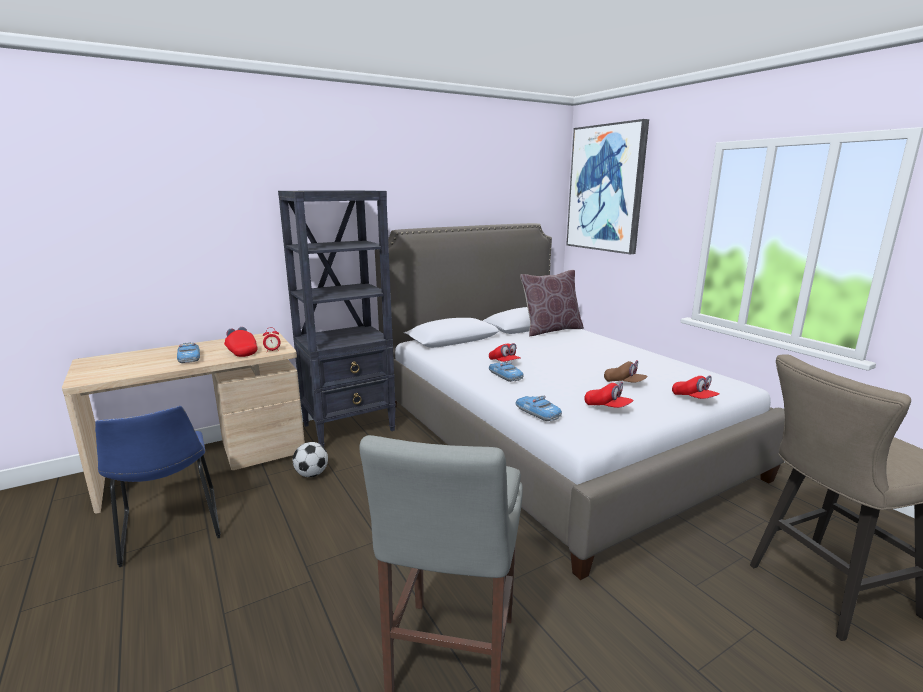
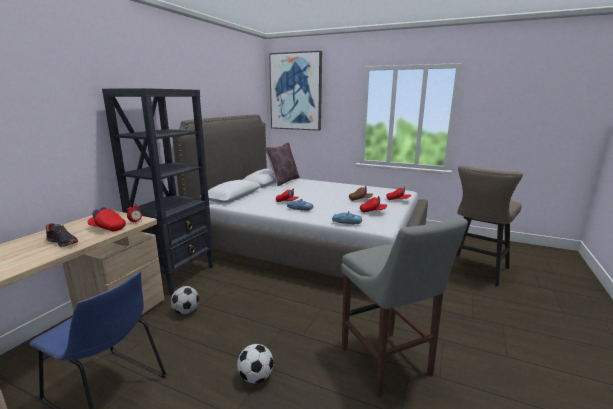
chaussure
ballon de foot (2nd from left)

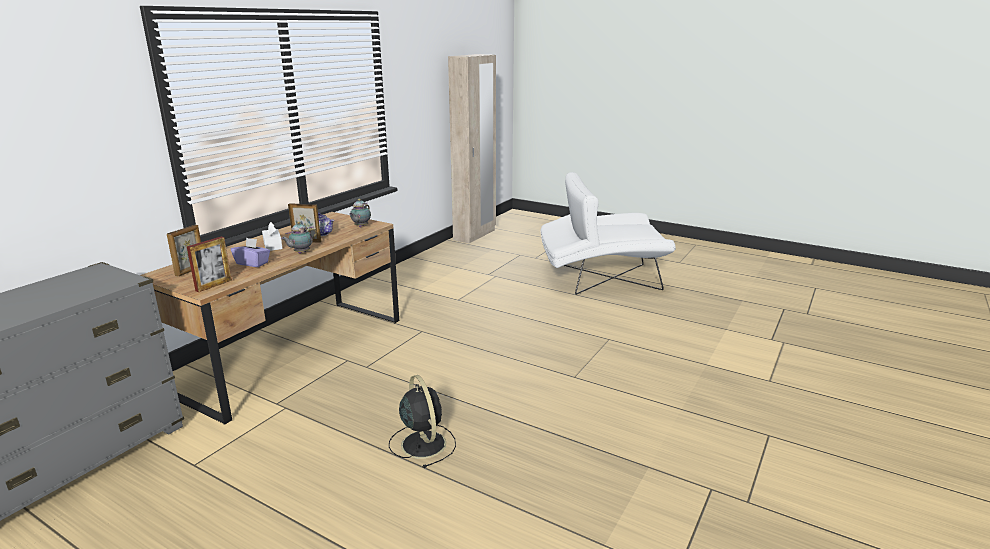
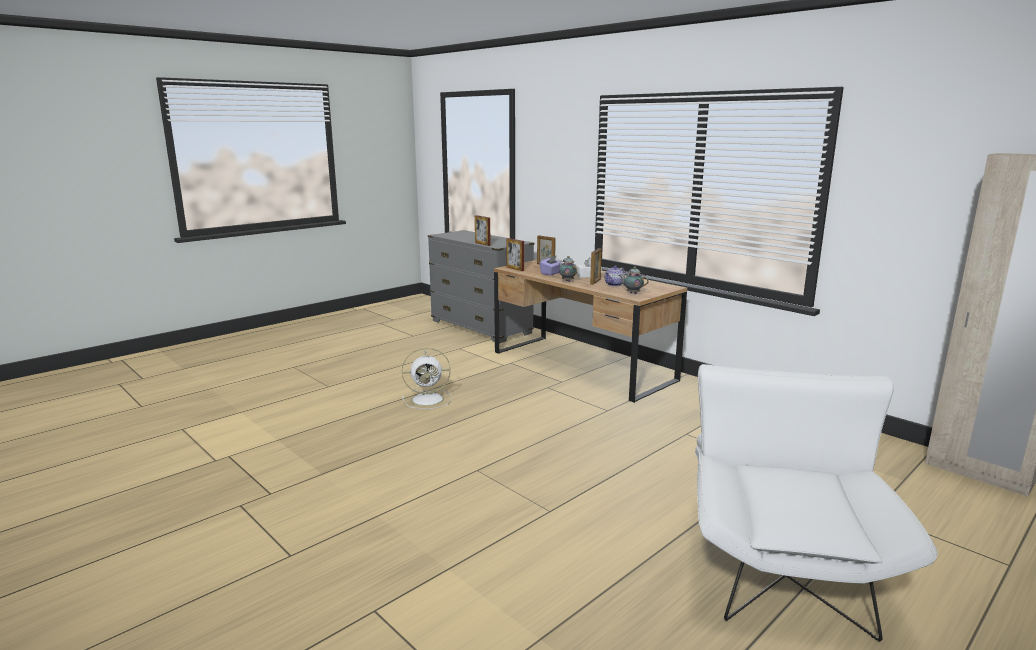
ventilateur/blanc
cadre photo (1st from left)

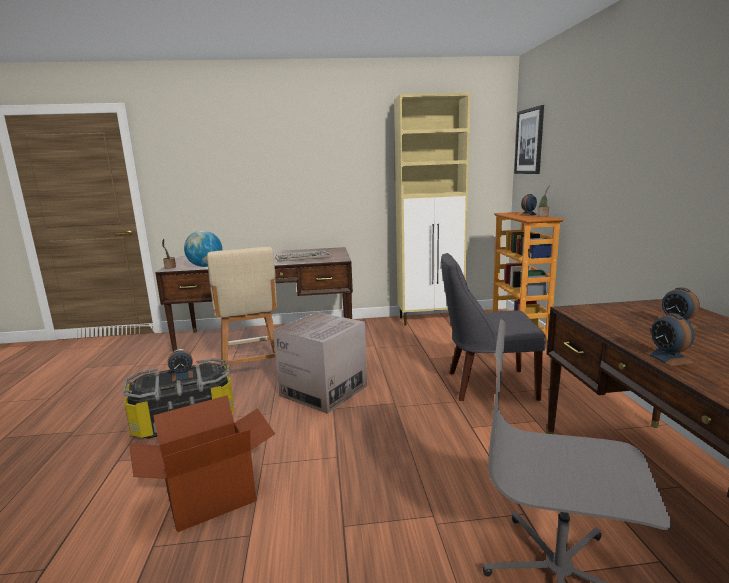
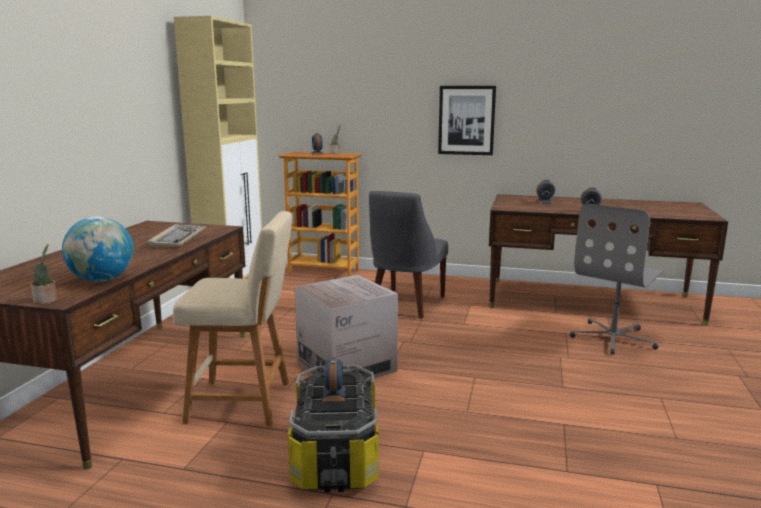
tableau
carton (1st from left in the first image)

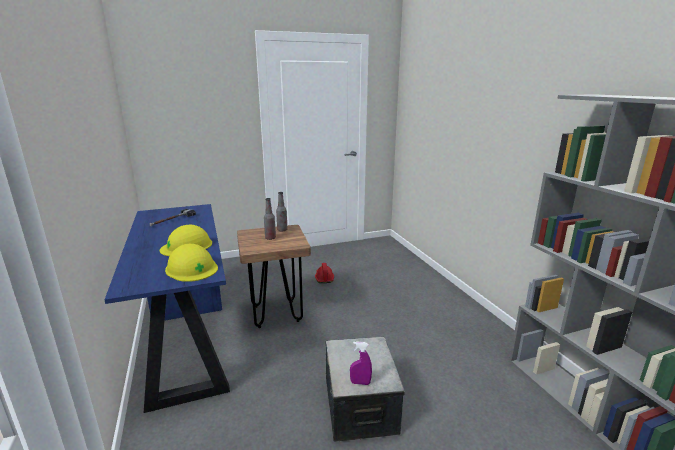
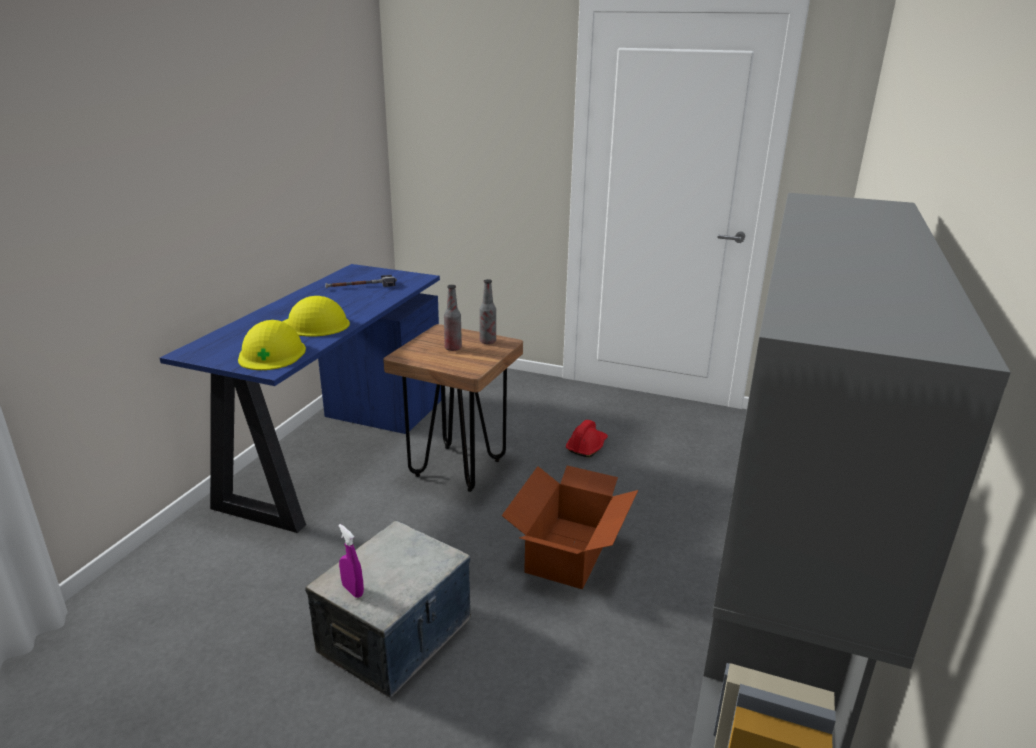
carton

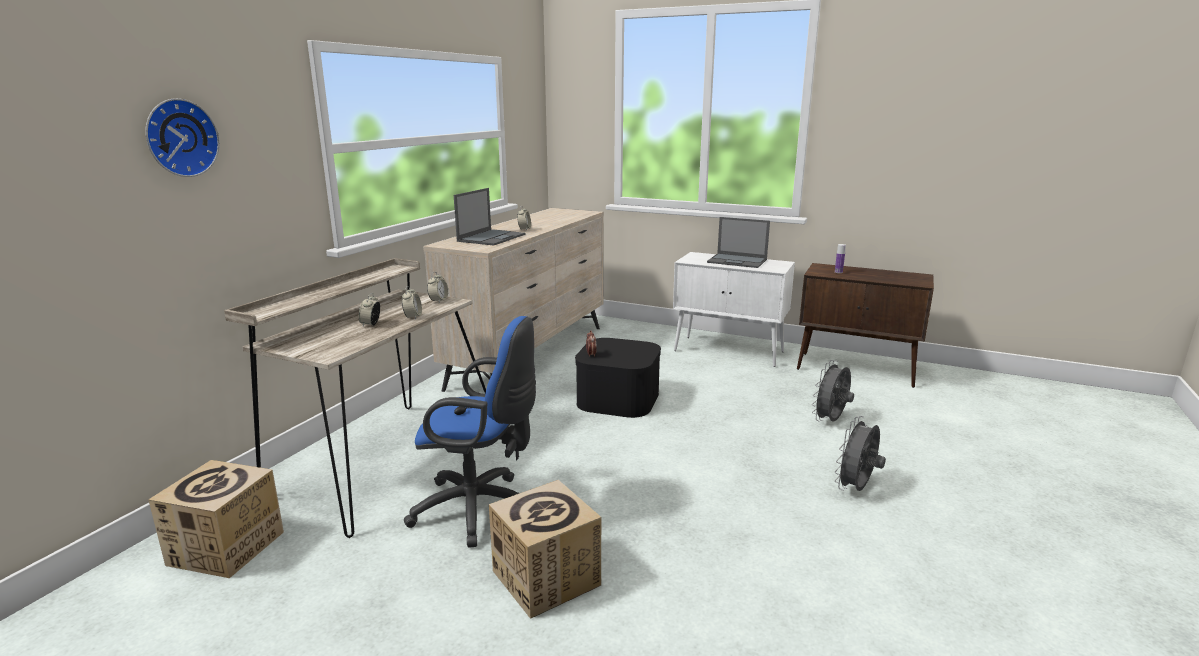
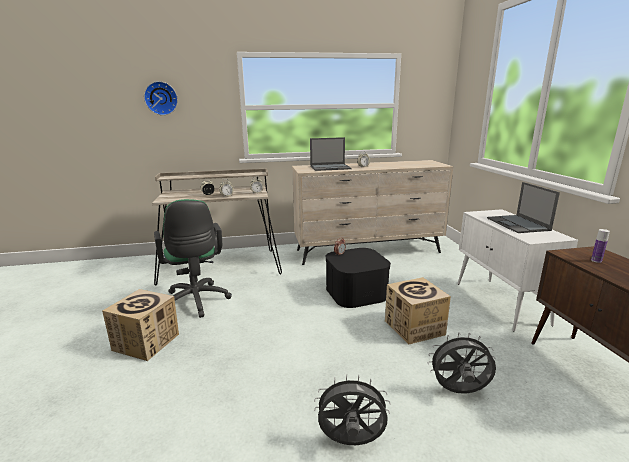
chaise de bureau/vert
carton (2nd from left)

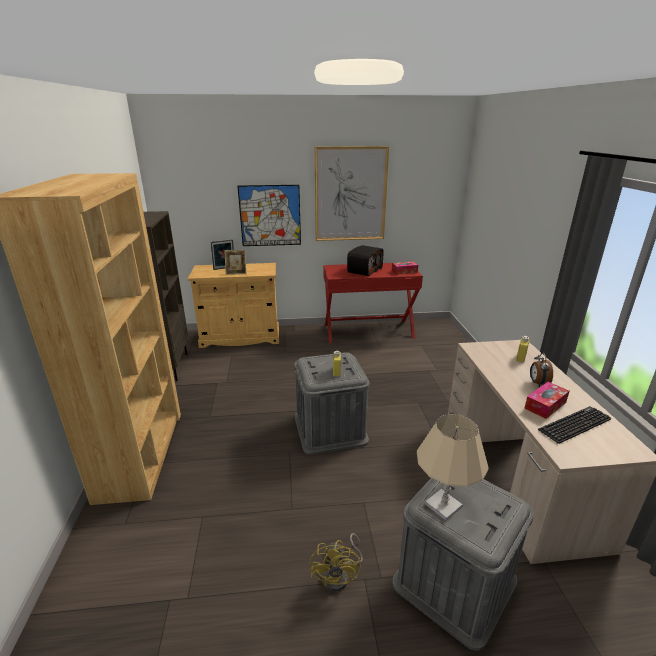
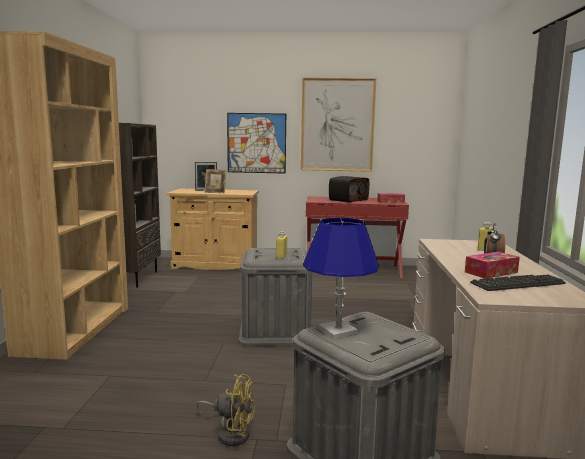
ventilateur/jaune
lampe de table/bleu

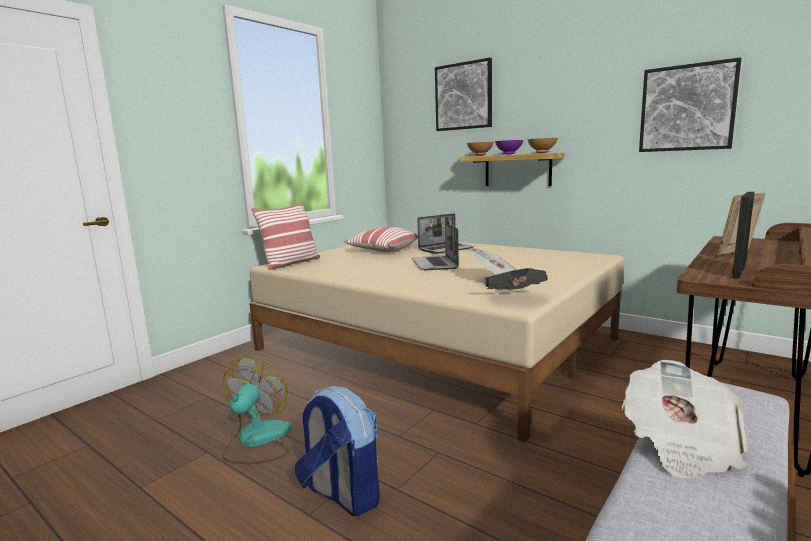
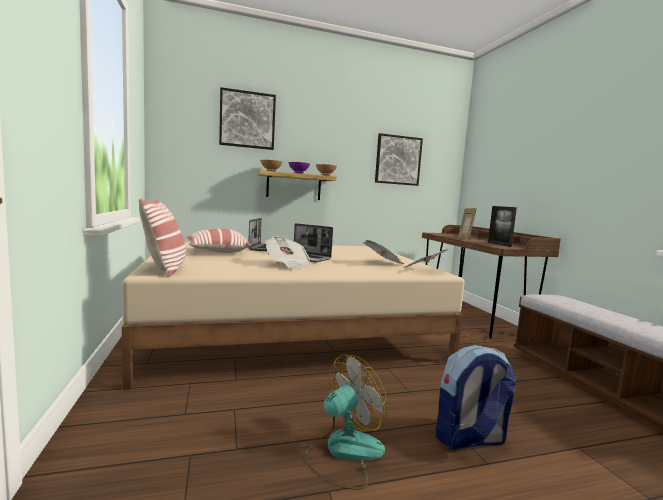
journal (1st from left)
ventilateur

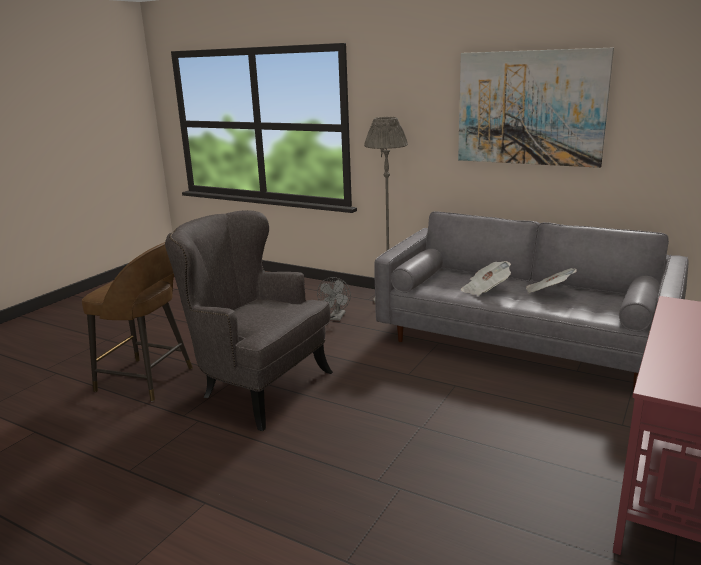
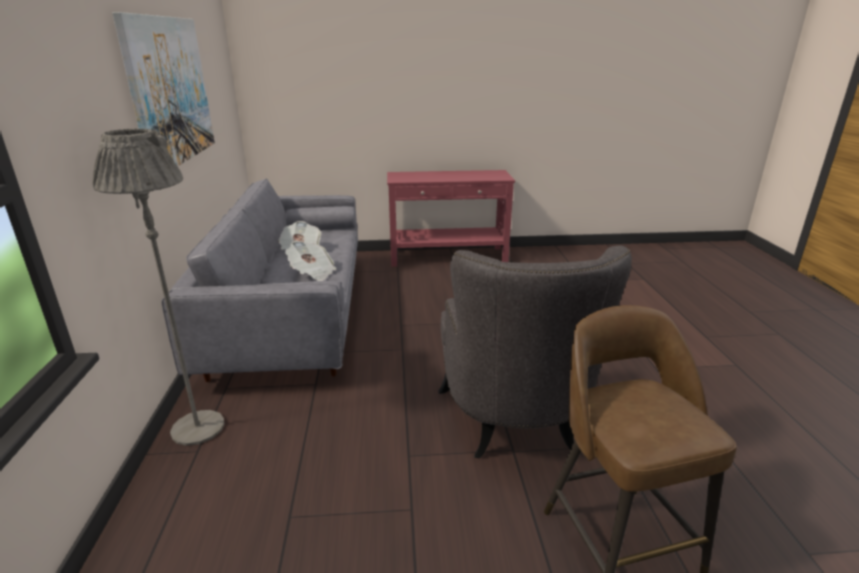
ventilateur/gris

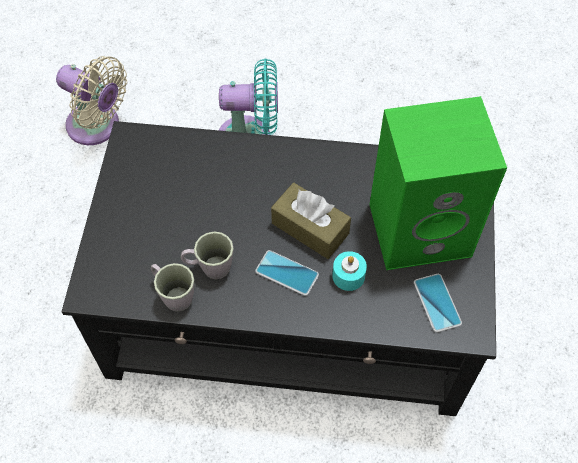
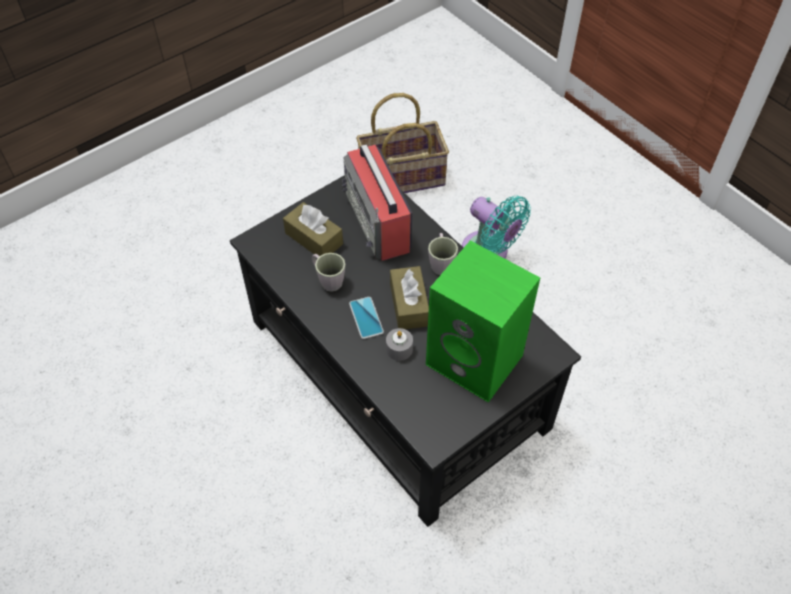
boîte à mouchoirs/marron (1st from left)
radio
panier
bougie/gris
mug/gris (2nd from left)
téléphone (2nd from left in the first image)

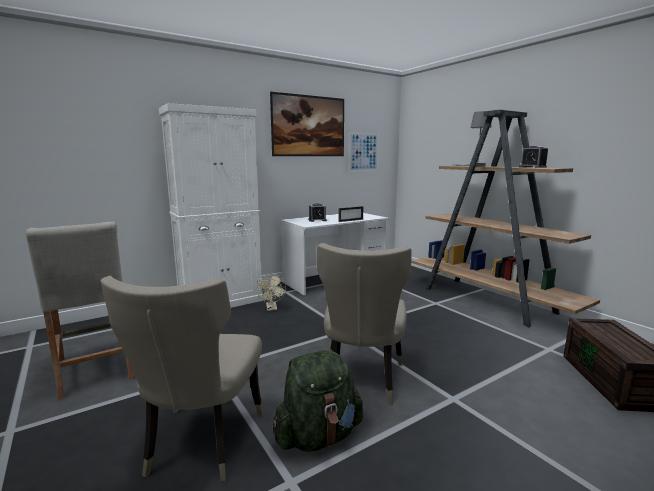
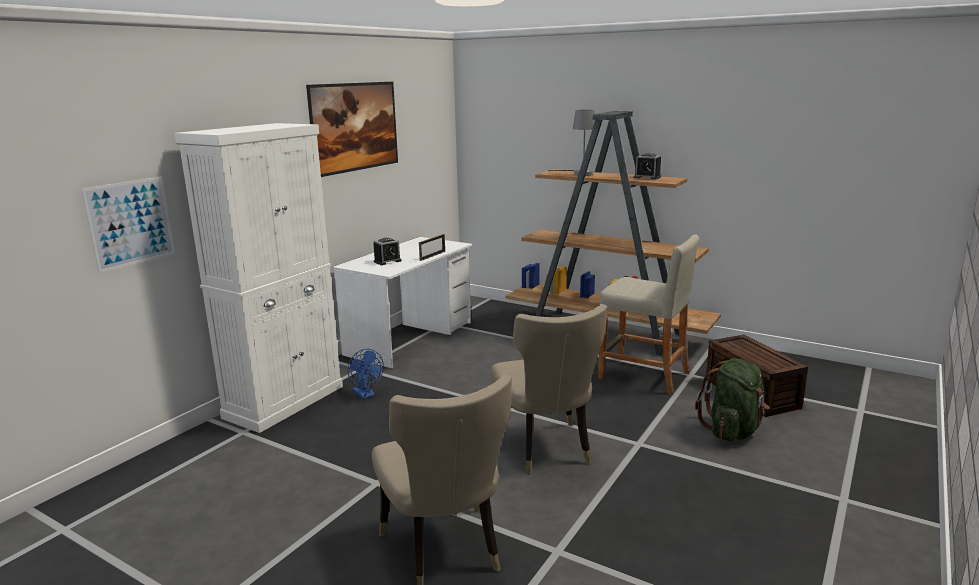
tableau (1st from left)
ventilateur/bleu
tabouret/beige
sac à dos/vert

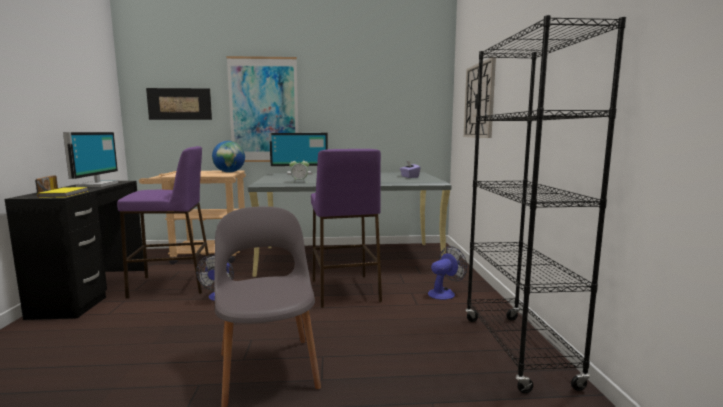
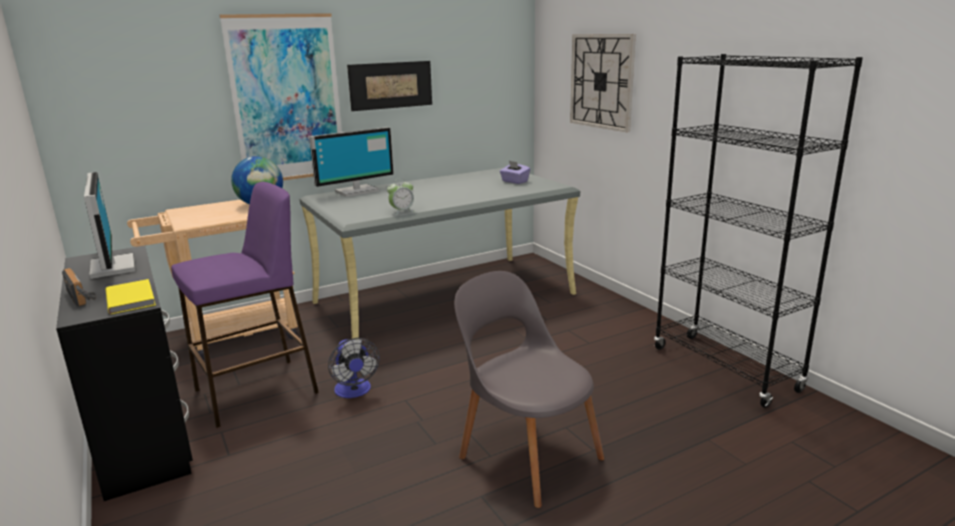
tableau (2nd from left)
tabouret/violet (2nd from left in the first image)
ventilateur (2nd from left in the first image)

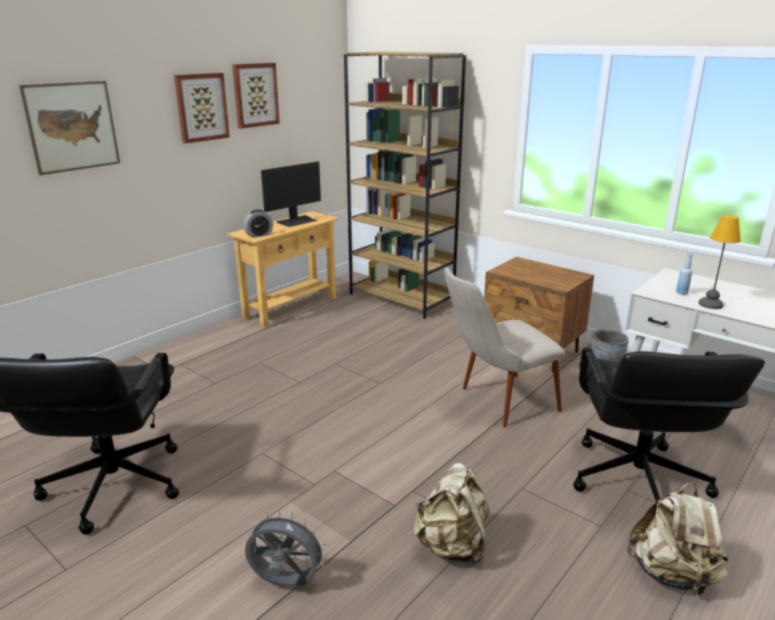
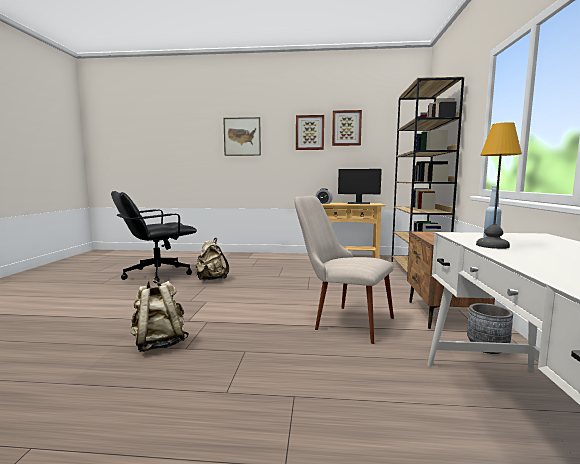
sac à dos/beige (2nd from left)
ventilateur/gris
chaise de bureau/noir (2nd from left in the first image)

